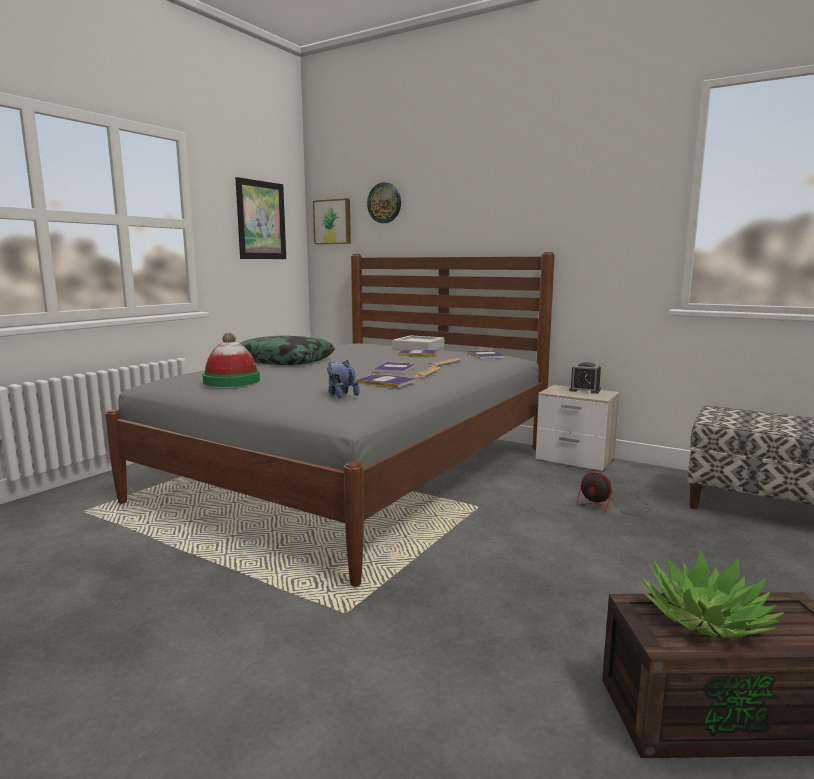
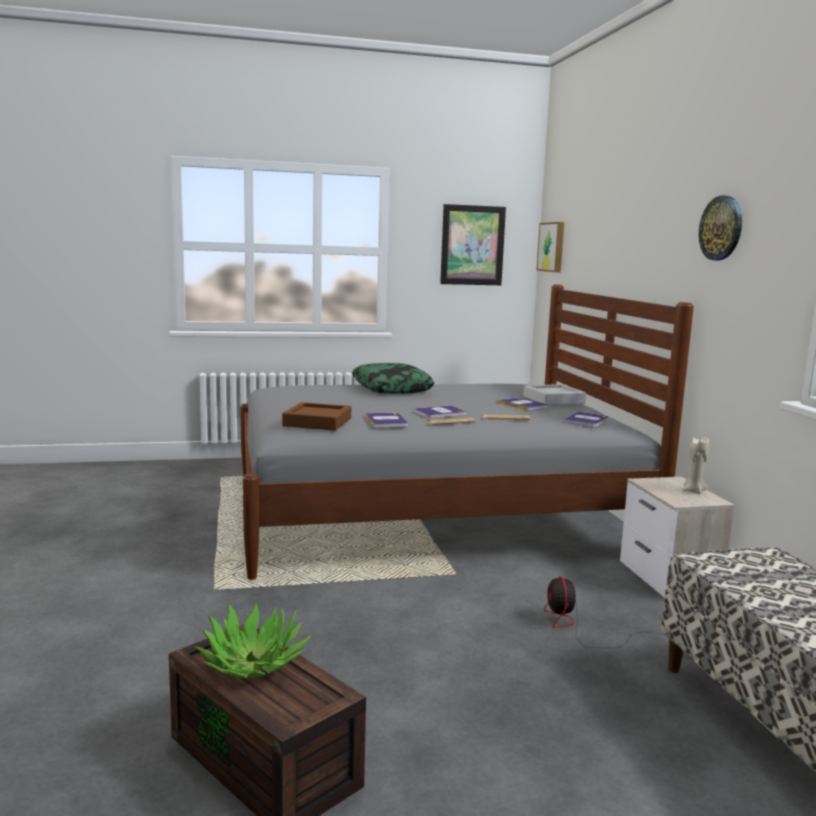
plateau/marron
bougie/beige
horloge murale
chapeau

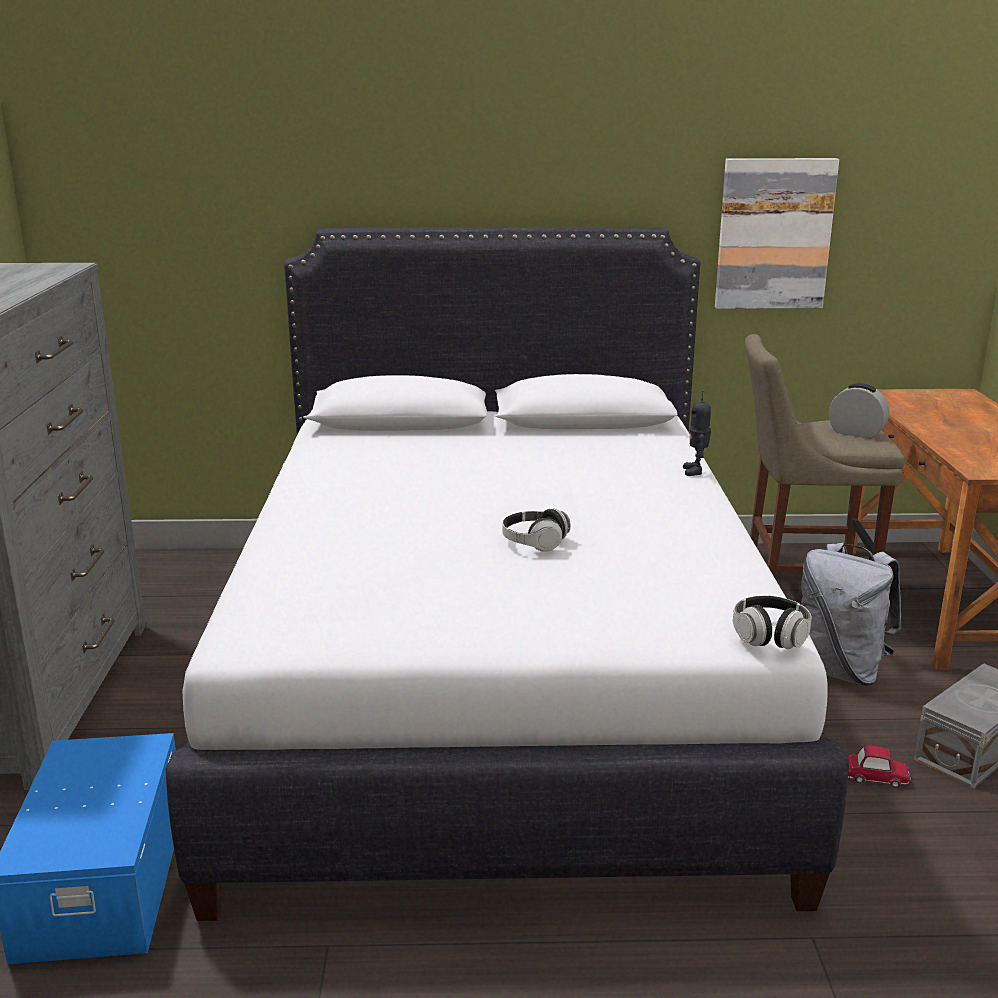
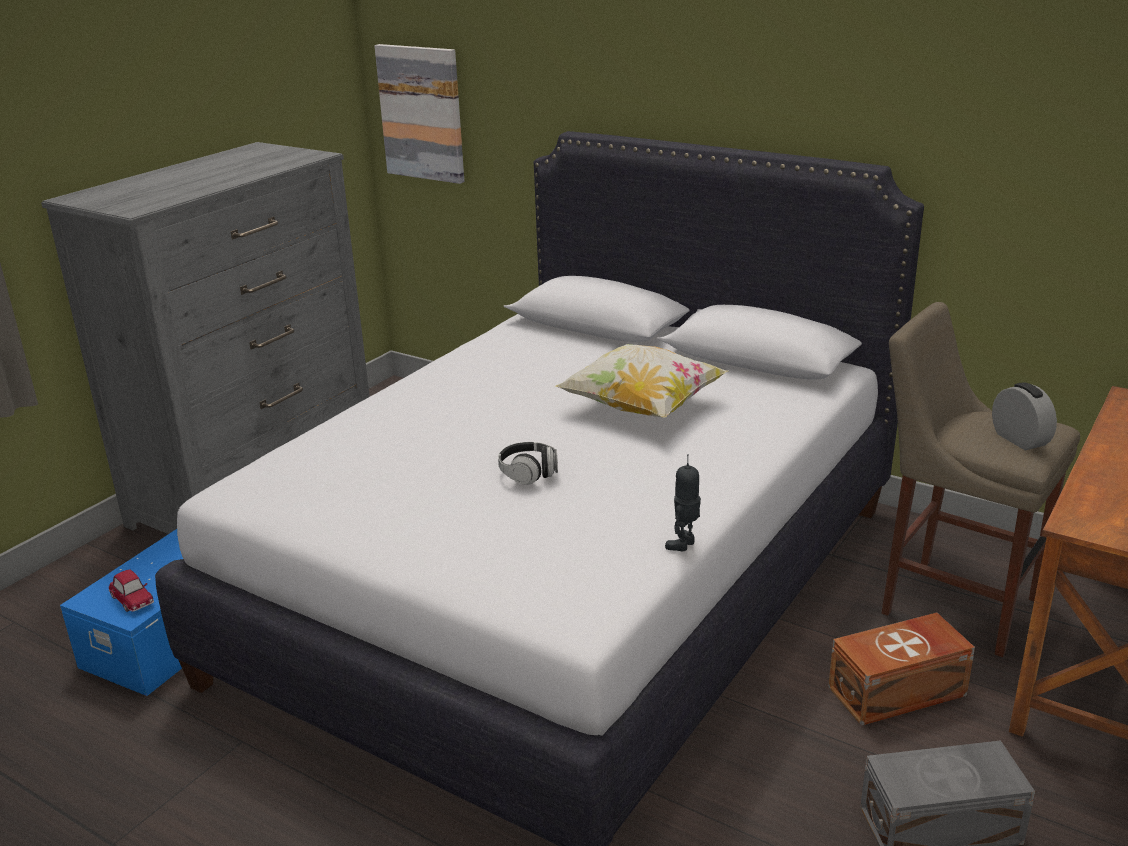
petite voiture
tableau
coussin
robot jouet
boîte de rangement/marron
casque audio (2nd from left in the first image)

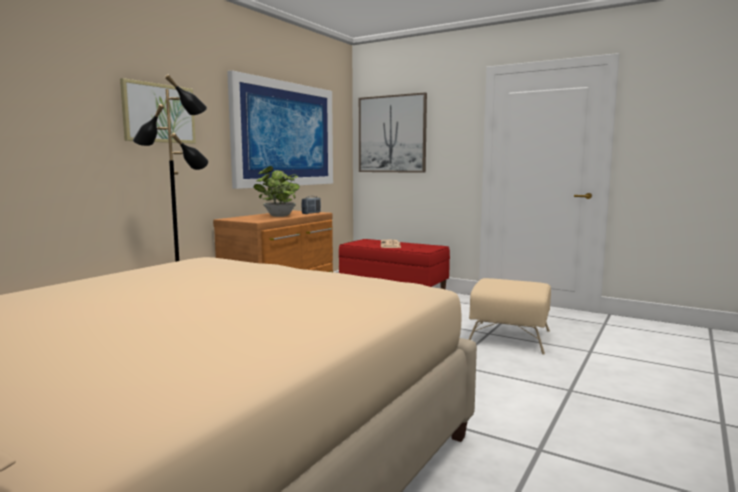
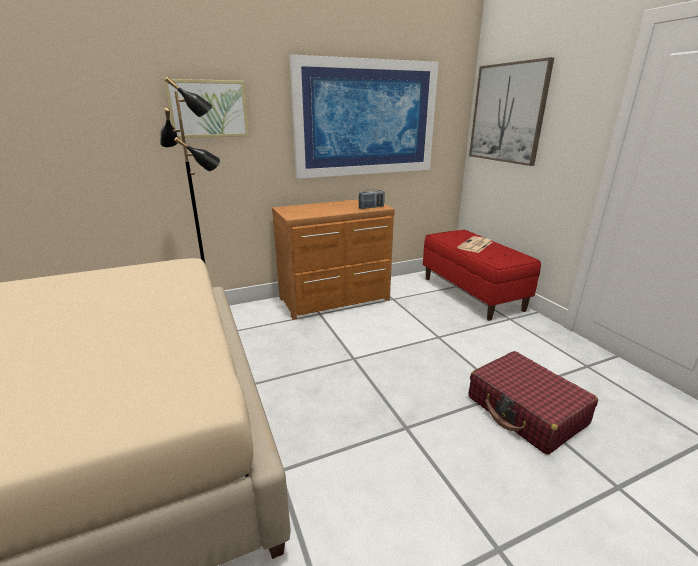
valise/rouge
plante en pot

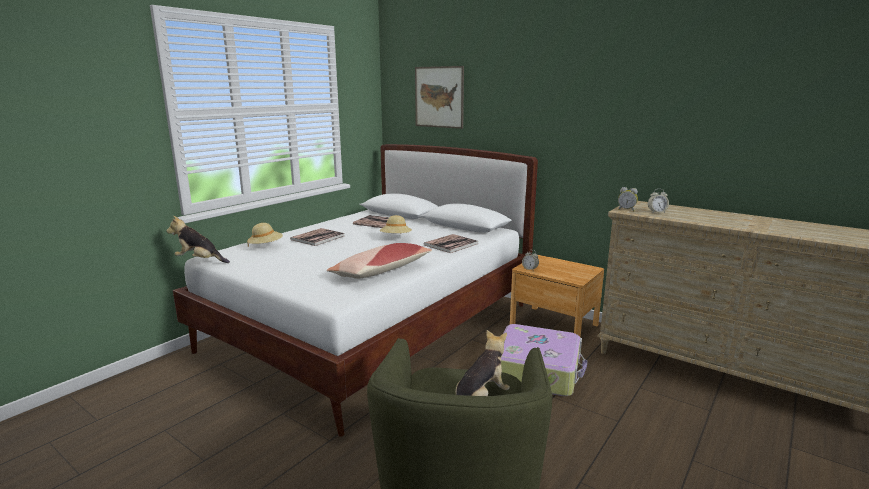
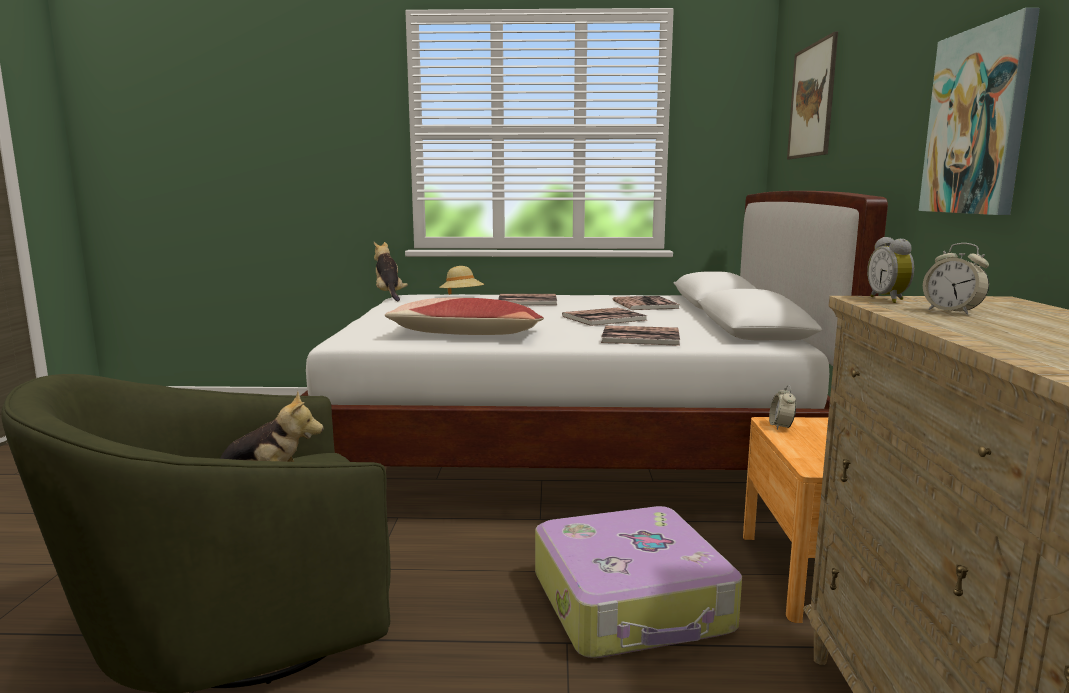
livre (2nd from left)
tableau (2nd from left)

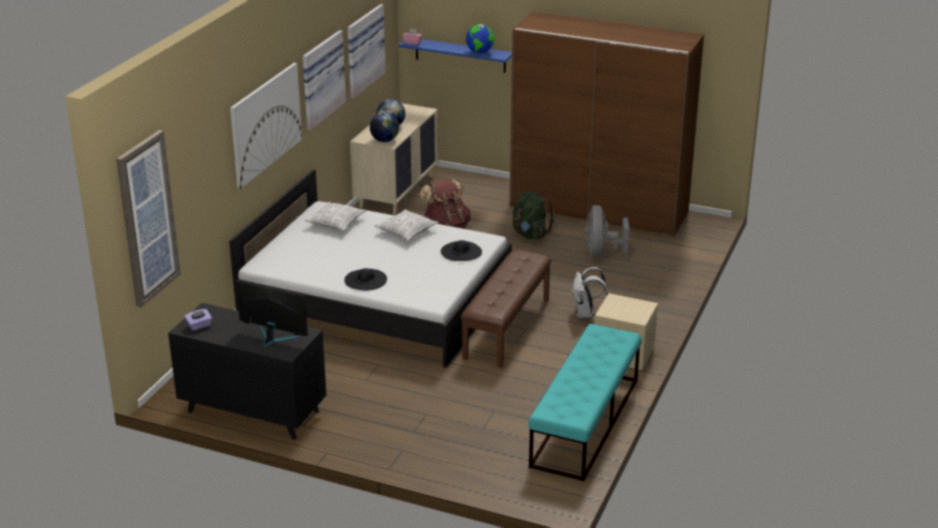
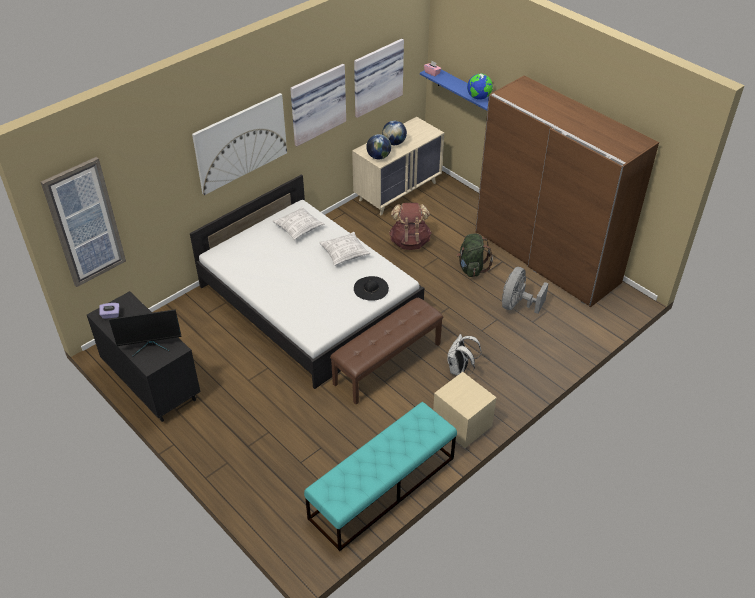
écran d'ordinateur
chapeau/noir (1st from left in the first image)

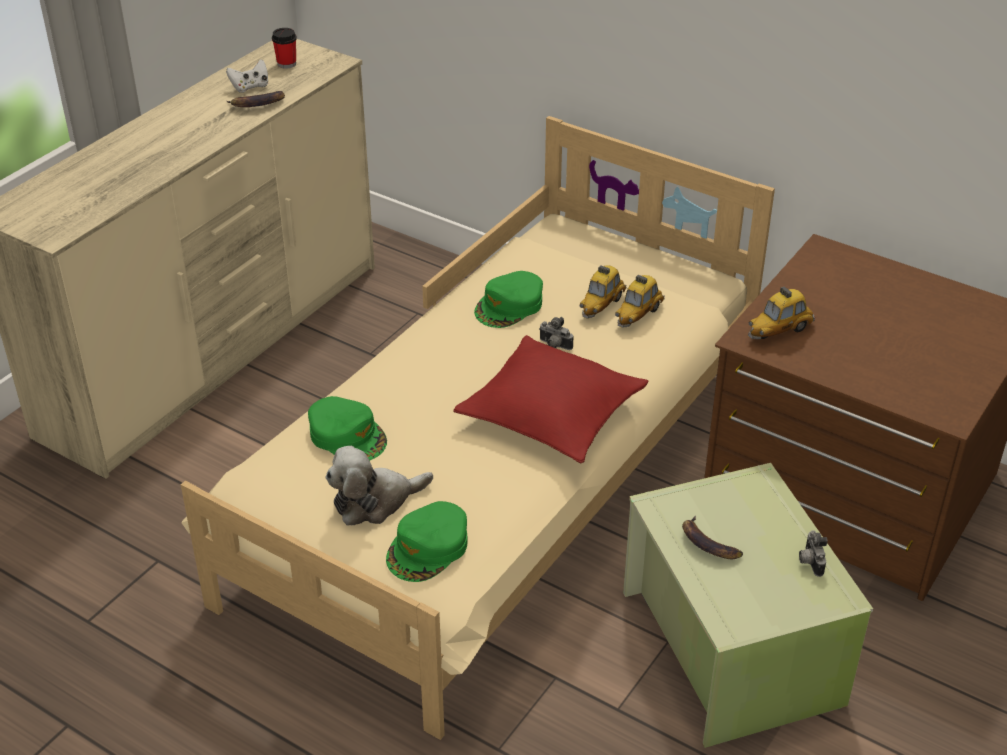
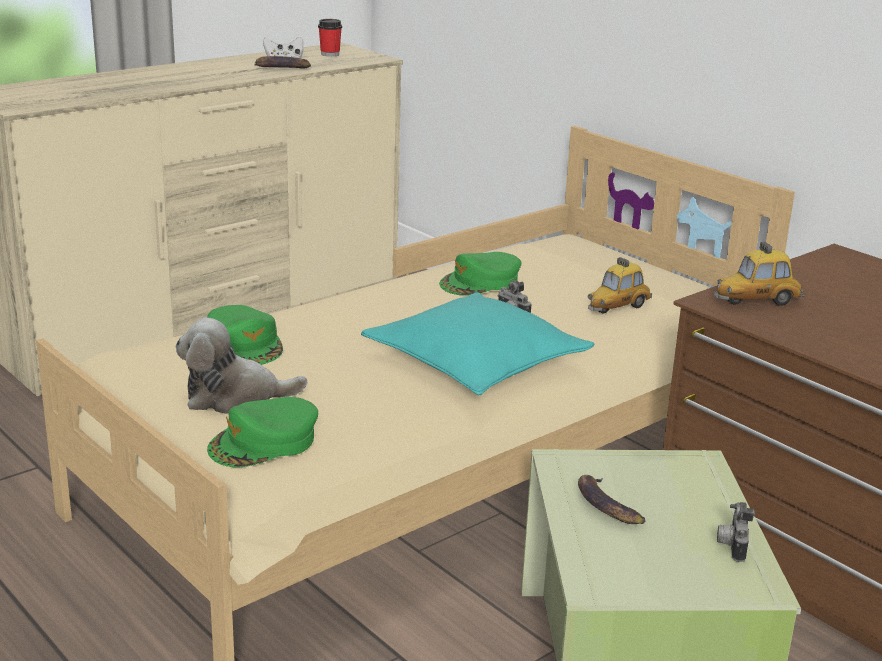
coussin/turquoise
petite voiture (1st from left in the first image)

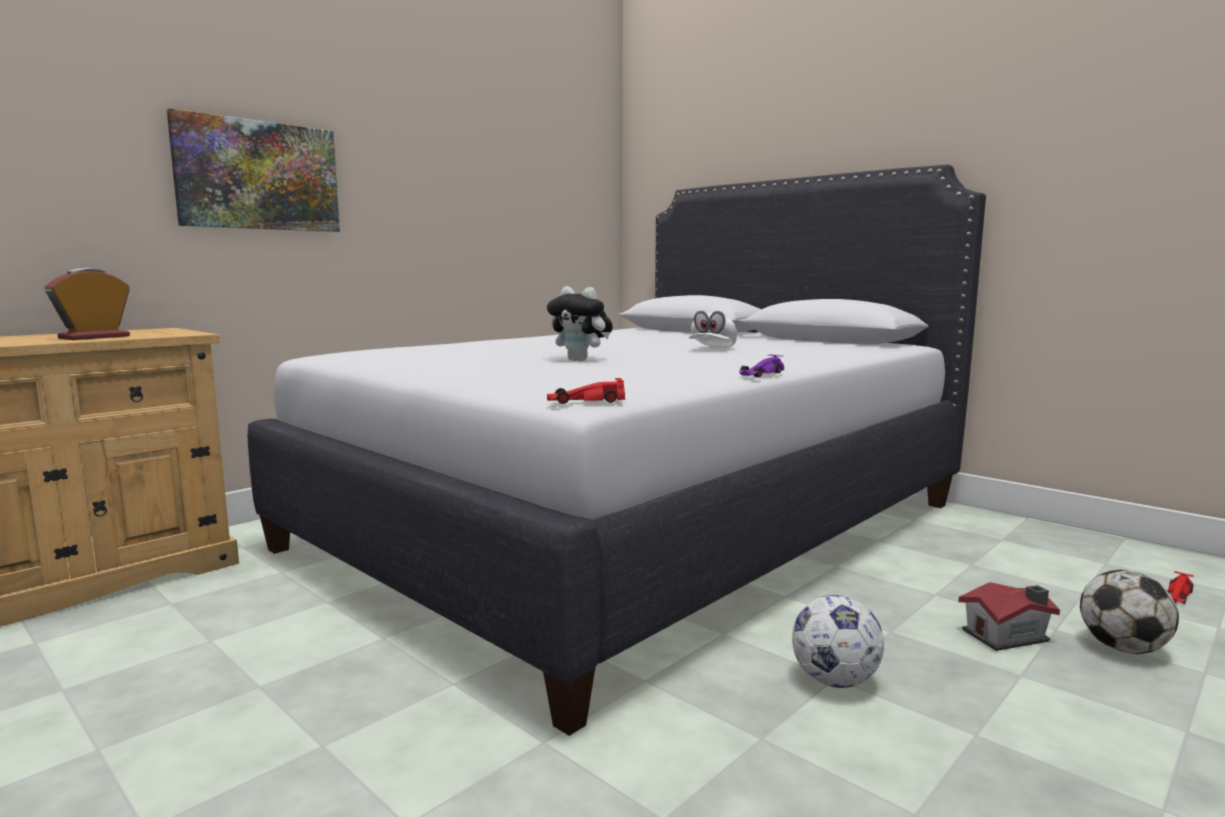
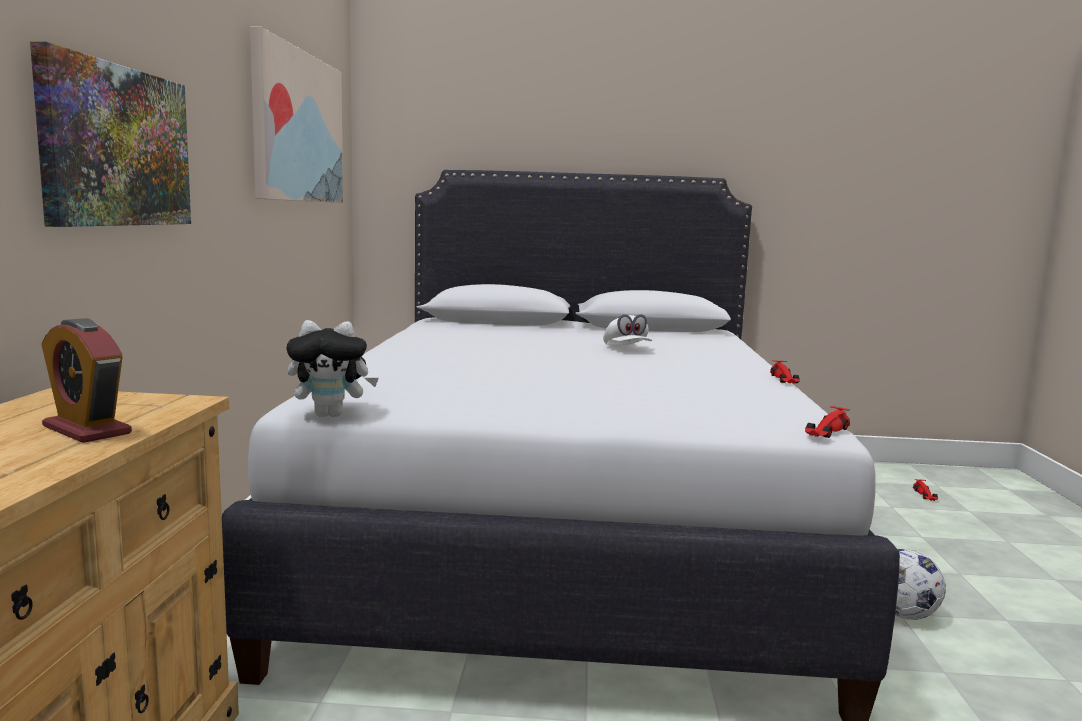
réveil
tableau (2nd from left)
peluche
petite voiture/rouge (1st from left)
maison miniature
ballon de foot (2nd from left in the first image)

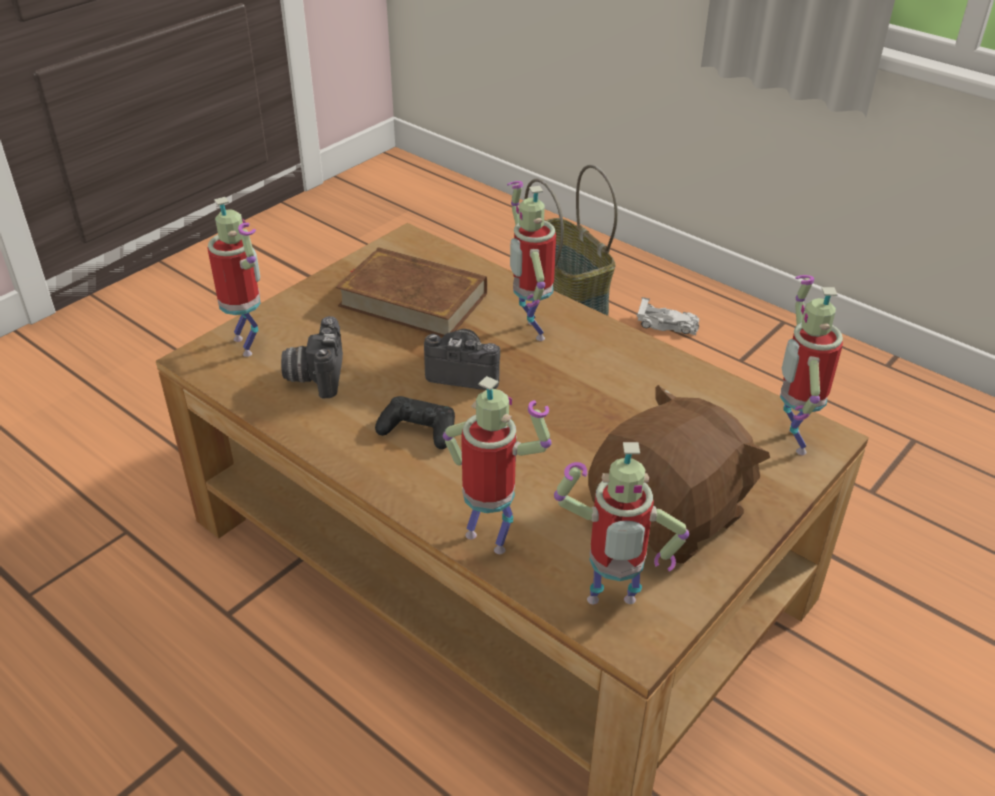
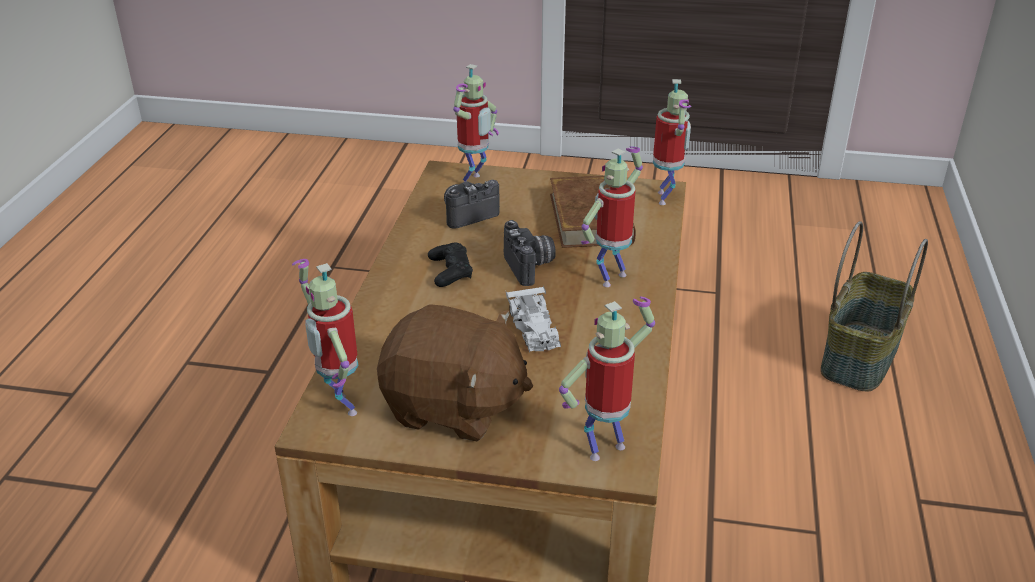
petite voiture/blanc
robot jouet (5th from left)

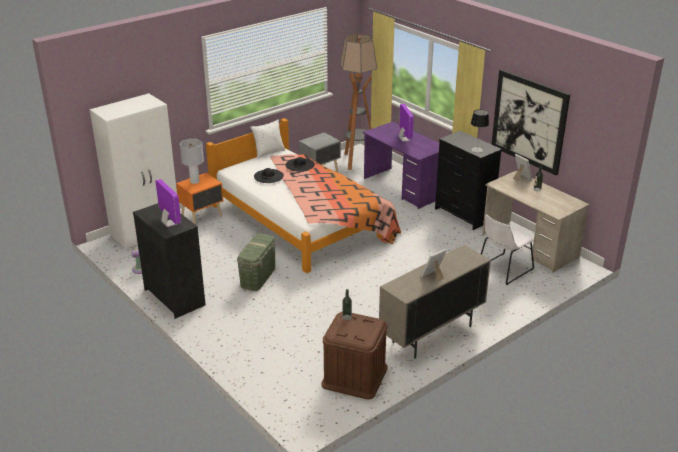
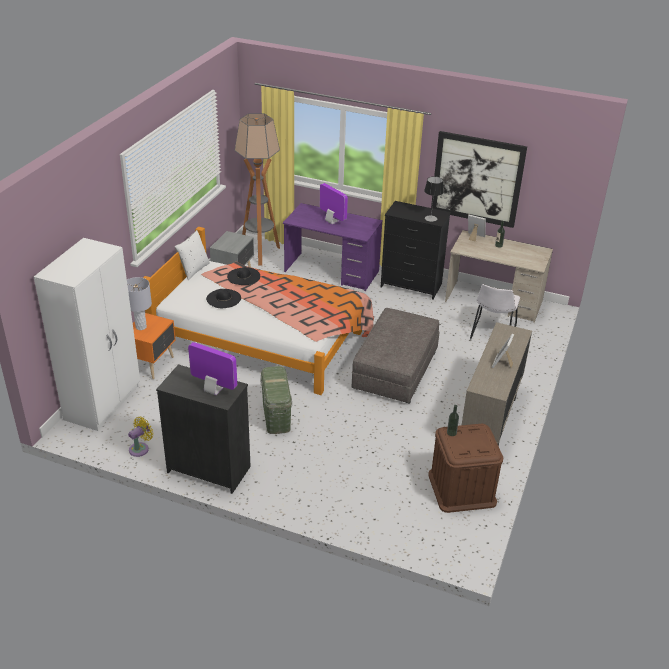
pouf/gris

